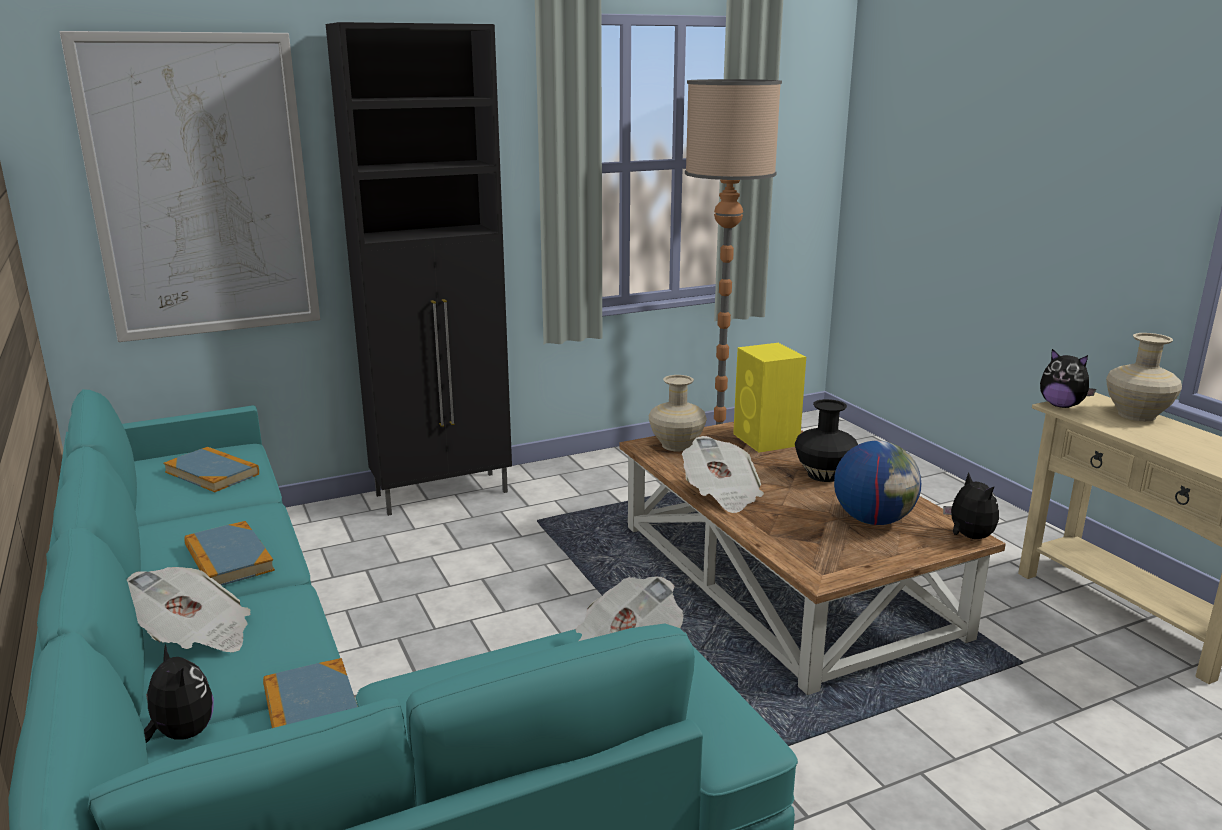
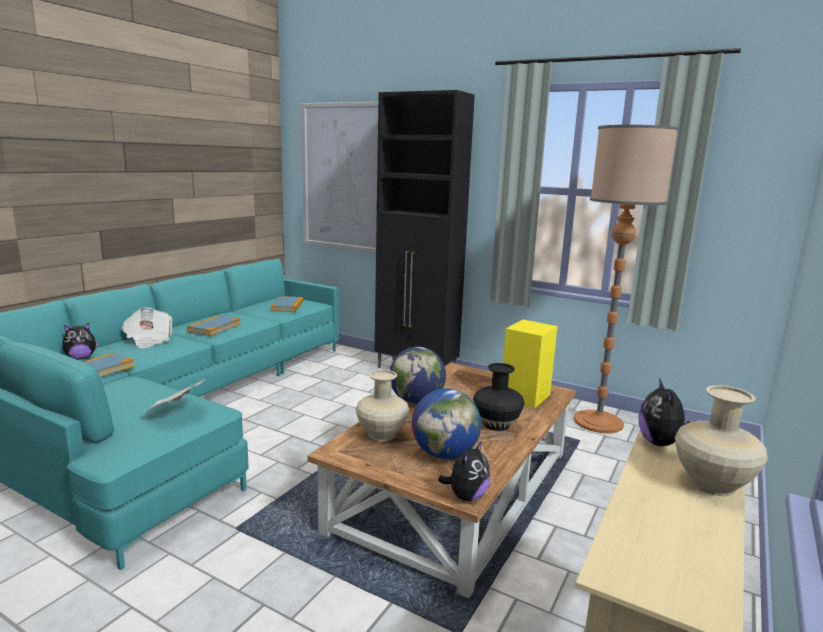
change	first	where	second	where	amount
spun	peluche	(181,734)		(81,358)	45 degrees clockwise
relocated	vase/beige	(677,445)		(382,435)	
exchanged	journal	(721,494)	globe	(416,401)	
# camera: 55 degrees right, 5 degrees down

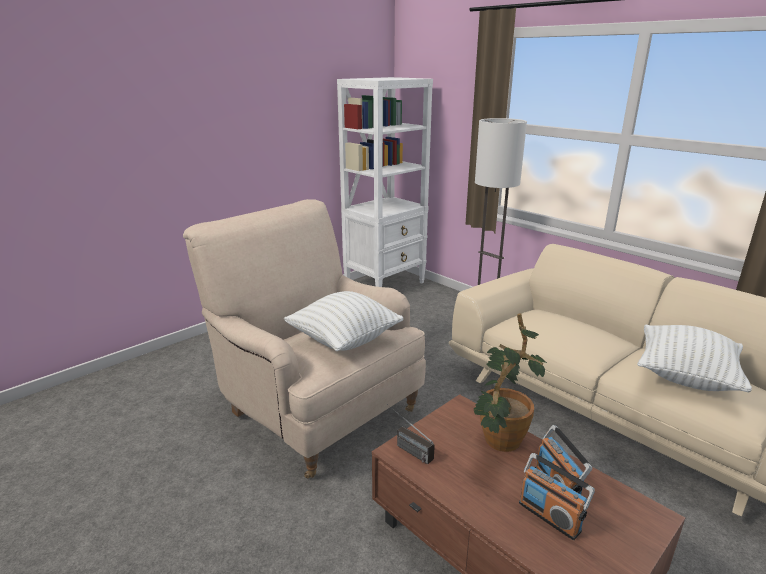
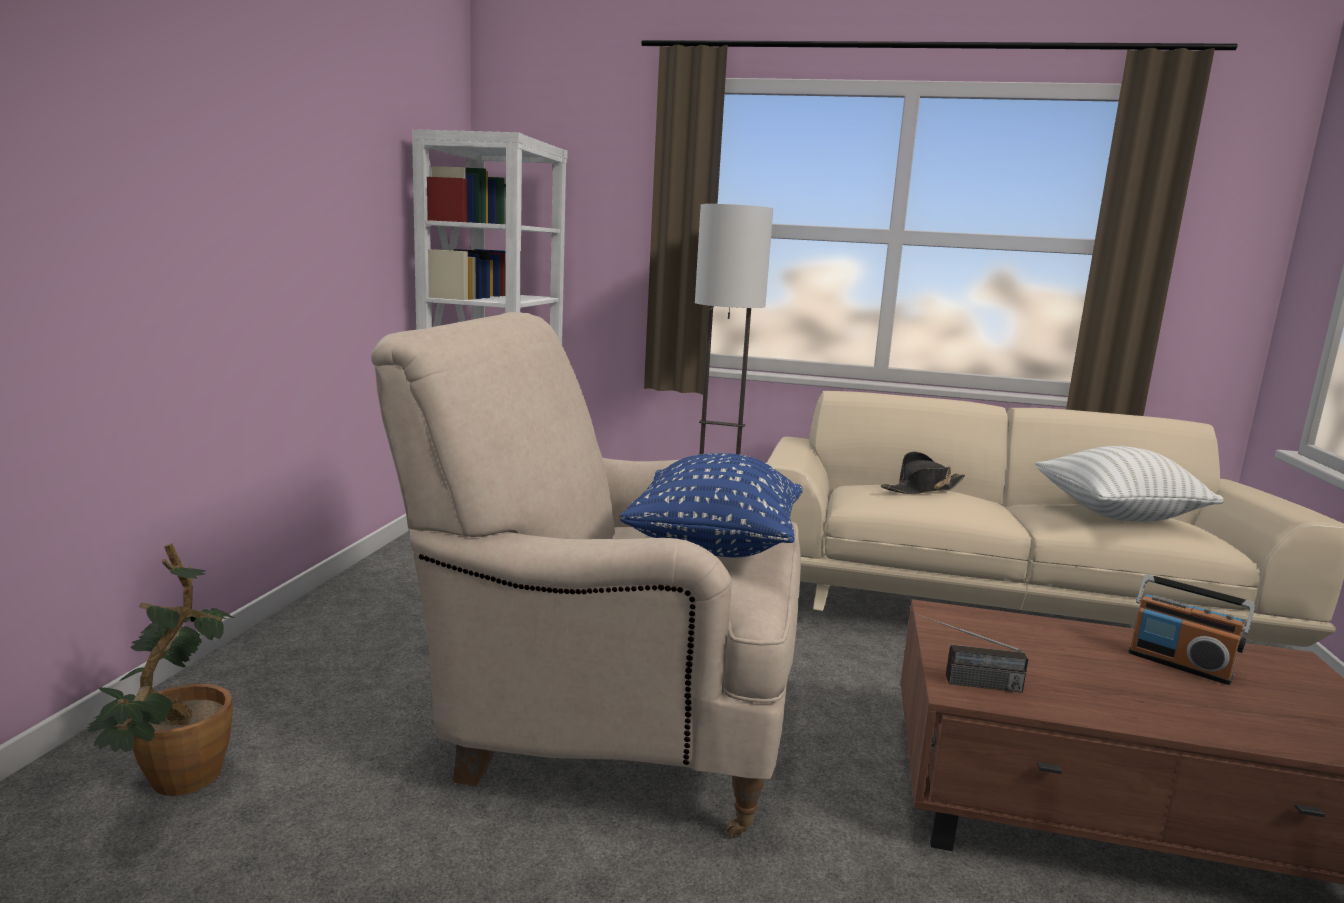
change	first	where	second	where	amount
relocated	plante en pot	(497,444)		(175,787)	
colour	coussin/blanc	(344,340)	coussin/bleu	(714,547)	
appeared			chapeau/noir	(922,489)	
missing	radio	(549,516)			
# camera: 35 degrees left, 10 degrees down

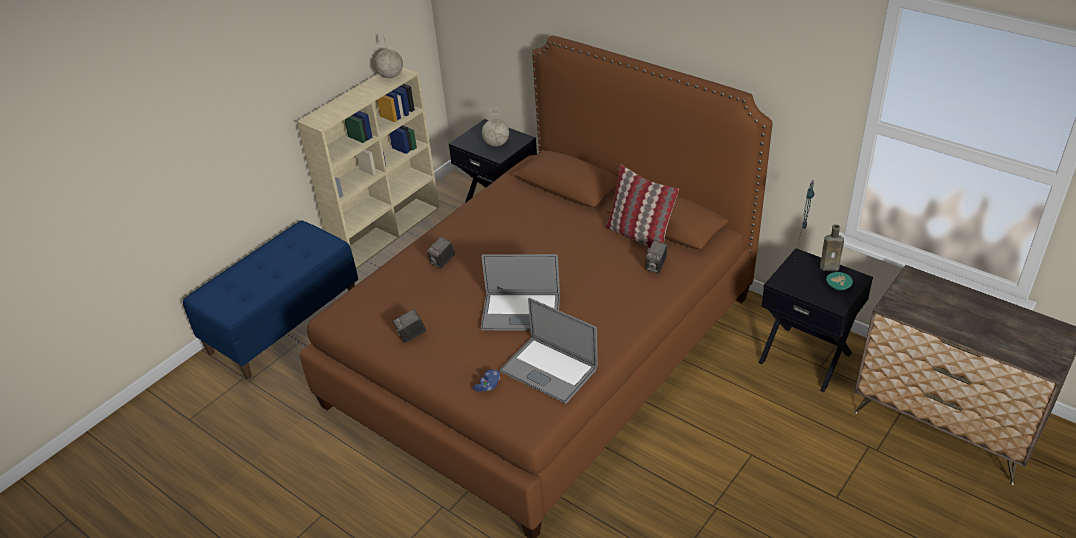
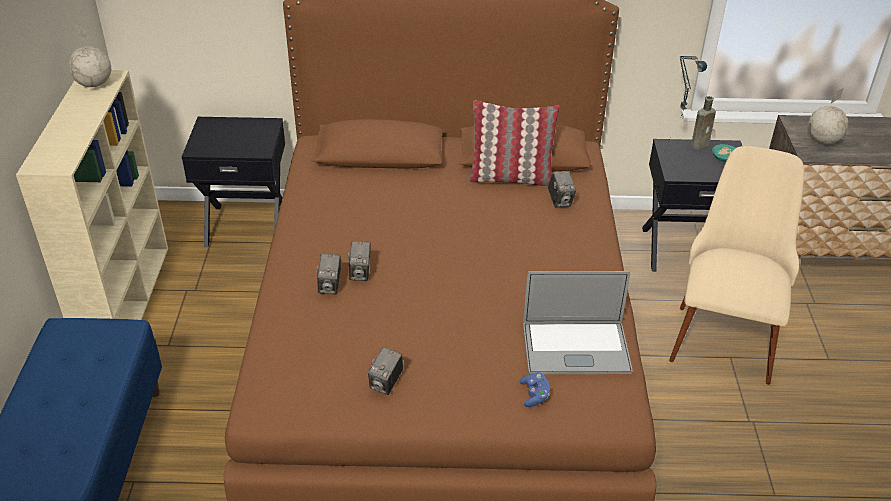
change	first	where	second	where	amount
appeared			appareil photo	(360,273)	
appeared			chaise/beige	(725,330)	
relocated	globe	(496,144)		(822,140)	
missing	ordinateur portable	(521,312)			
# camera: 40 degrees left, 0 degrees up

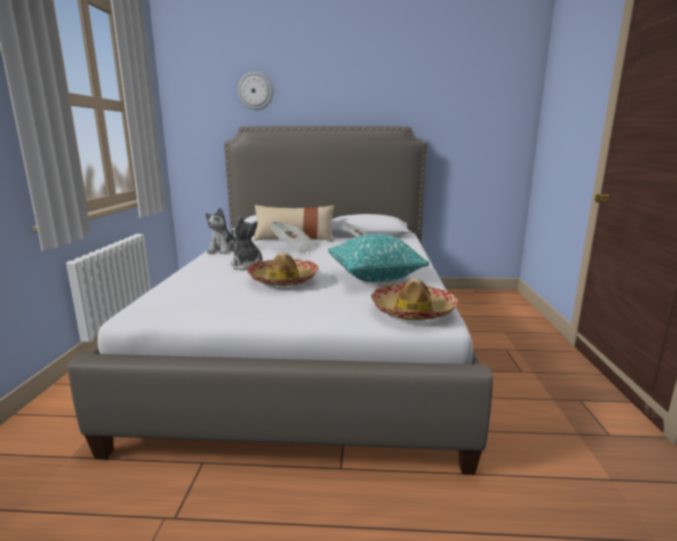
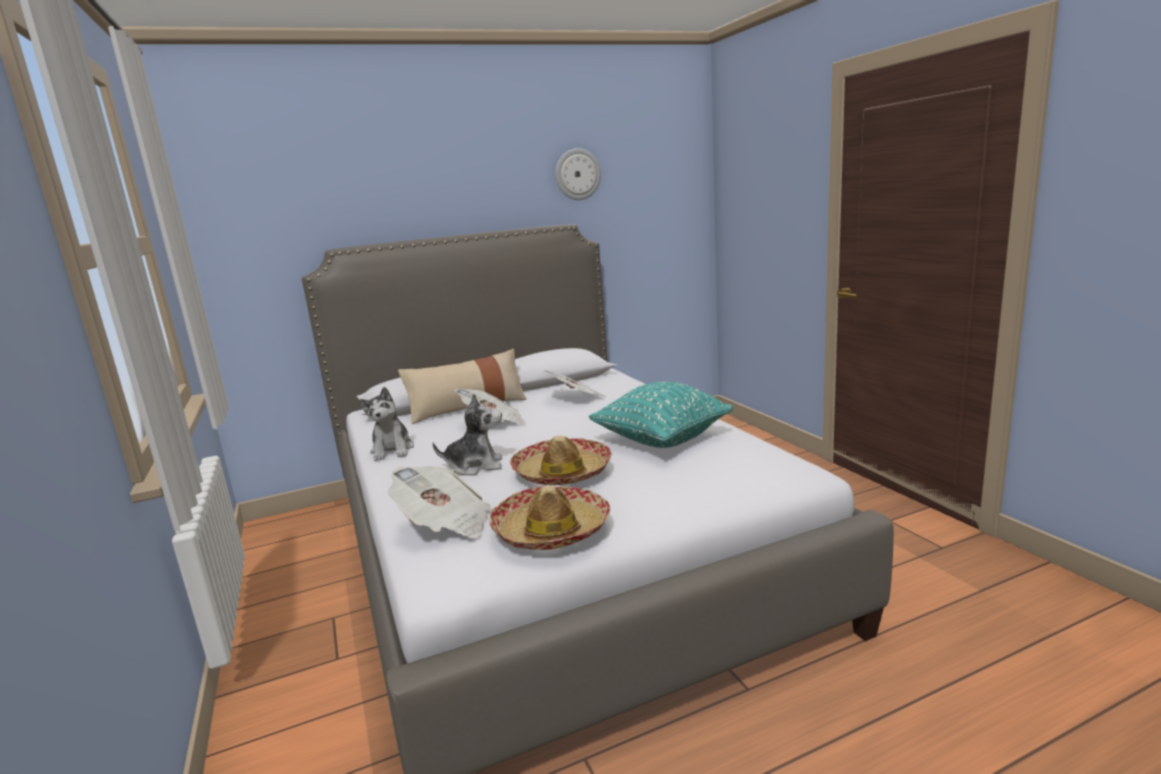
change	first	where	second	where	amount
appeared			journal	(445,524)	
spun	peluche	(247,266)		(475,466)	150 degrees clockwise
relocated	chapeau	(413,311)		(551,530)	
relocated	horloge murale	(255,91)		(577,174)	
# camera: 25 degrees left, 0 degrees up

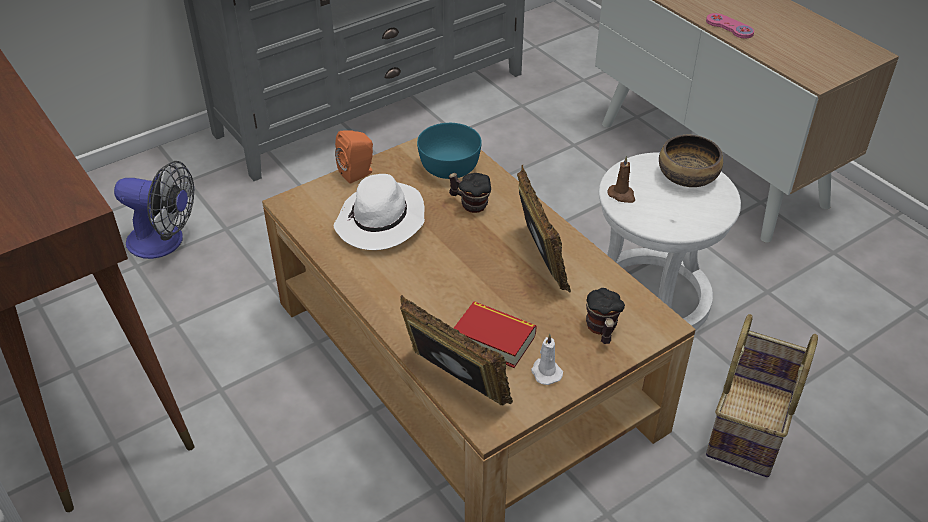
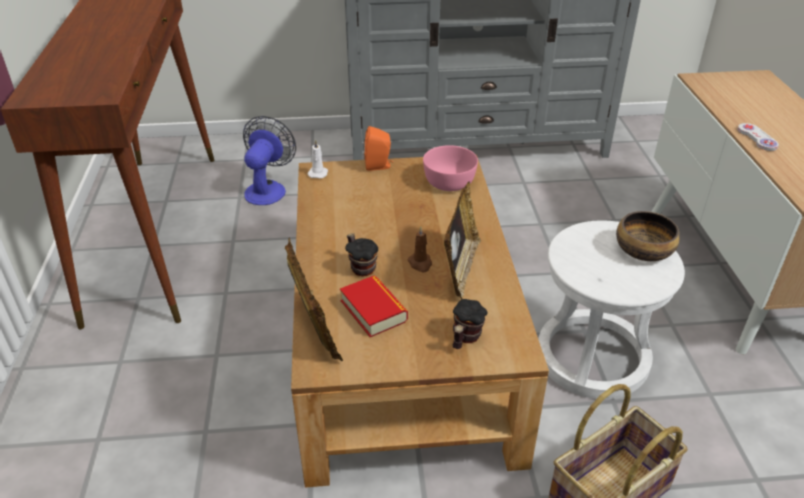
change	first	where	second	where	amount
spun	ventilateur	(165,242)		(268,189)	120 degrees counterclockwise
relocated	bougie/blanc	(545,372)		(318,173)	
relocated	mug	(470,204)		(361,267)	
relocated	bougie/marron	(622,195)		(420,263)	
colour	bol/turquoise	(448,167)	bol/rose	(448,182)	
colour	manette/rose	(729,27)	manette/blanc	(757,138)	
missing	chapeau/blanc	(381,222)			
# camera: 30 degrees right, 5 degrees down

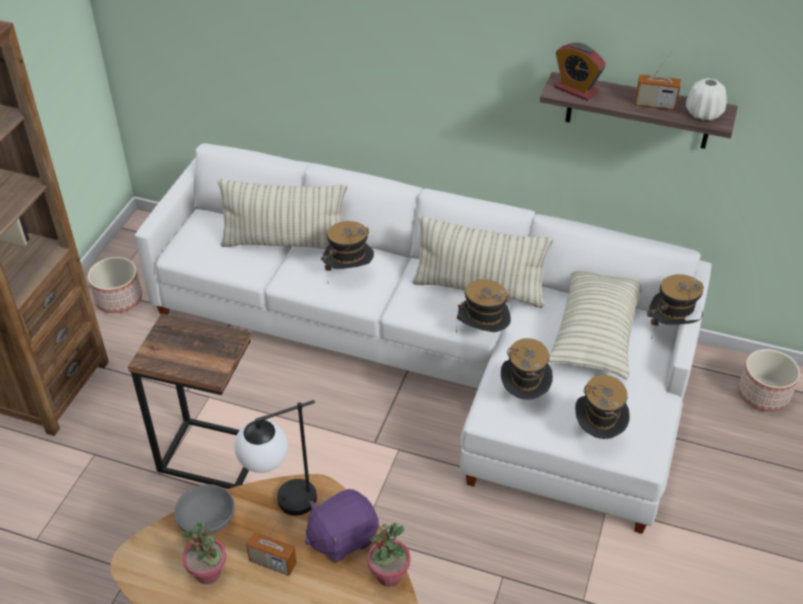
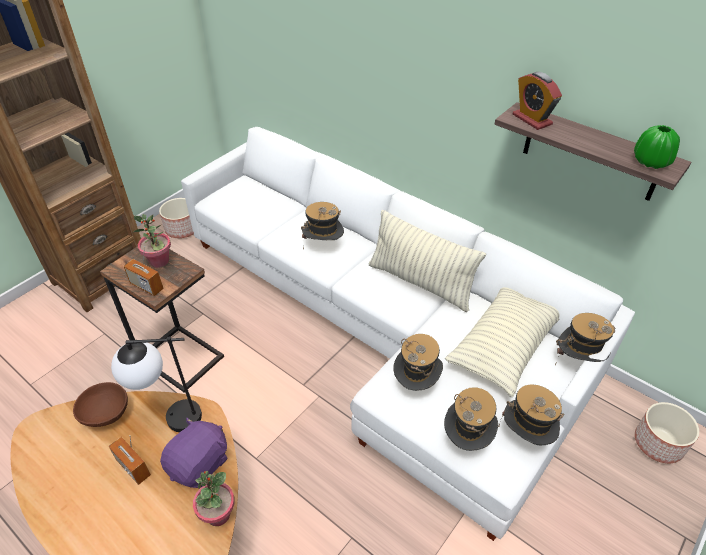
change	first	where	second	where	amount
colour	bol/gris	(208,522)	bol/marron	(107,414)	
relocated	radio	(654,104)		(146,286)	
relocated	plante en pot	(208,573)		(159,261)	
spun	peluche/violet	(342,537)		(200,464)	135 degrees clockwise
relocated	chapeau	(482,334)		(525,436)	
colour	vase/blanc	(703,114)	vase/vert	(651,162)	
missing	coussin	(285,243)			
# camera: 20 degrees right, 0 degrees up

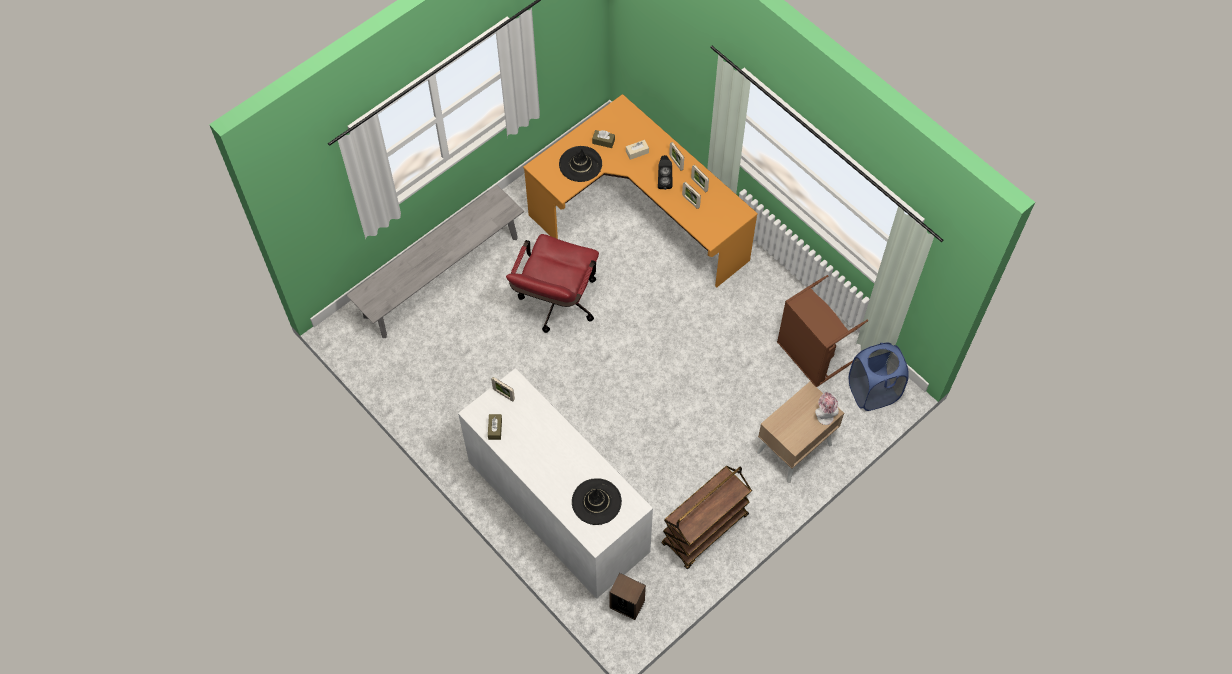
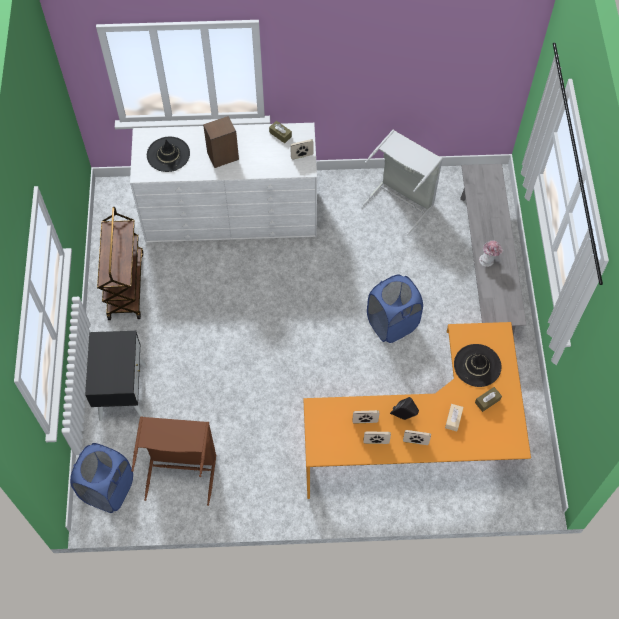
change	first	where	second	where	amount
colour	table de chevet/beige	(794,449)	table de chevet/noir	(122,391)	
relocated	enceinte	(627,604)		(223,156)	
appeared			panier à linge/gris	(401,200)	
exchanged	chaise de bureau/rouge	(556,305)	panier à linge/bleu	(392,323)	
relocated	chapeau	(824,415)		(488,261)	
# camera: 130 degrees right, 0 degrees up

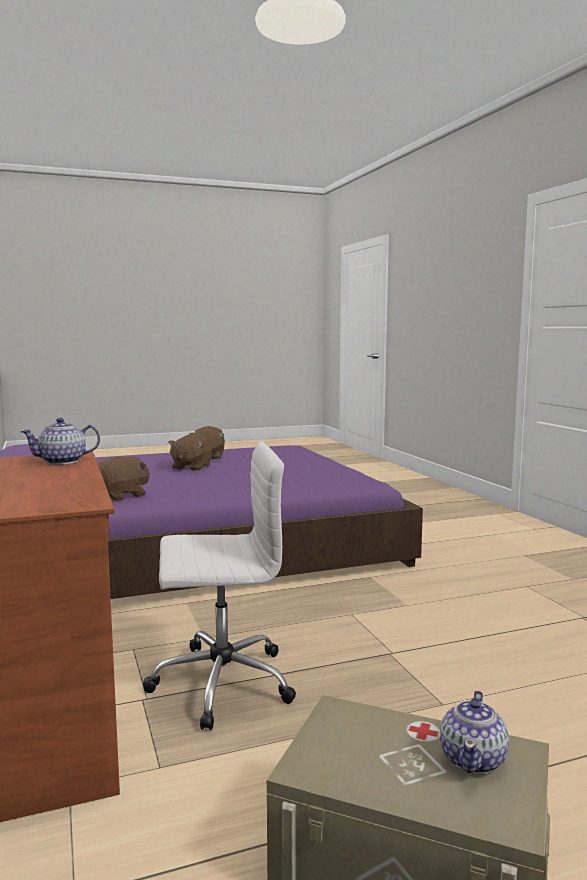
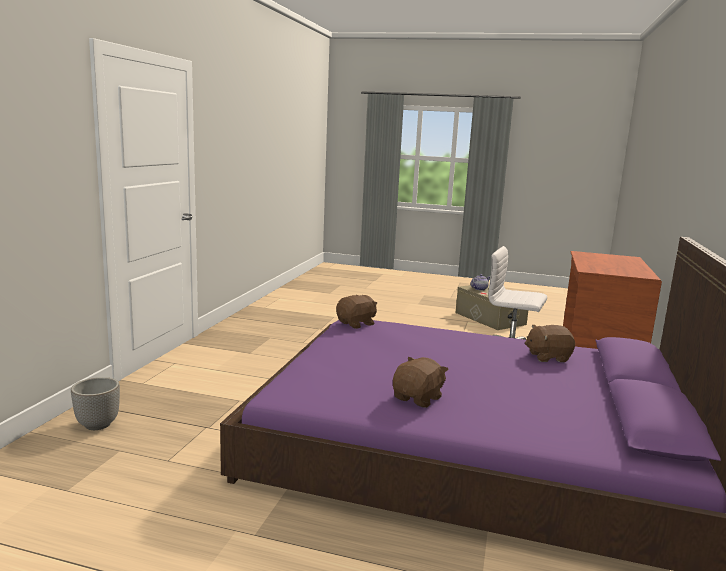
change	first	where	second	where	amount
appeared			cache-pot	(98,425)	
relocated	peluche/marron	(191,467)		(356,324)	
missing	théière	(63,461)			
# camera: 145 degrees left, 5 degrees up

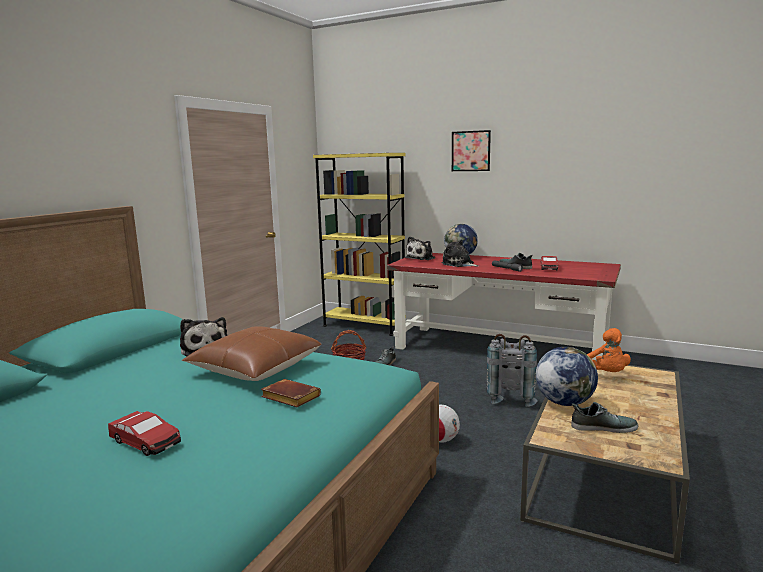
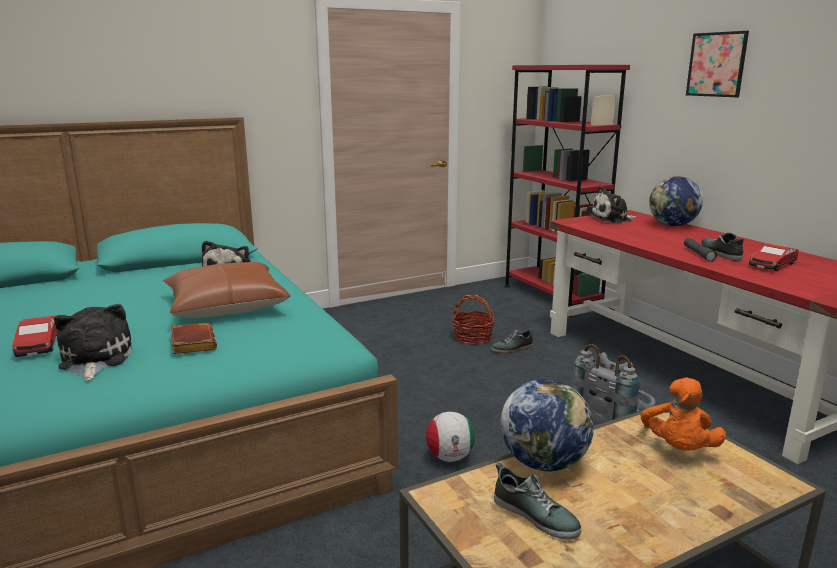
change	first	where	second	where	amount
relocated	peluche	(459,264)		(94,360)	
colour	bibliothèque/jaune	(364,326)	bibliothèque/rouge	(551,297)	
# camera: 35 degrees right, 5 degrees up

